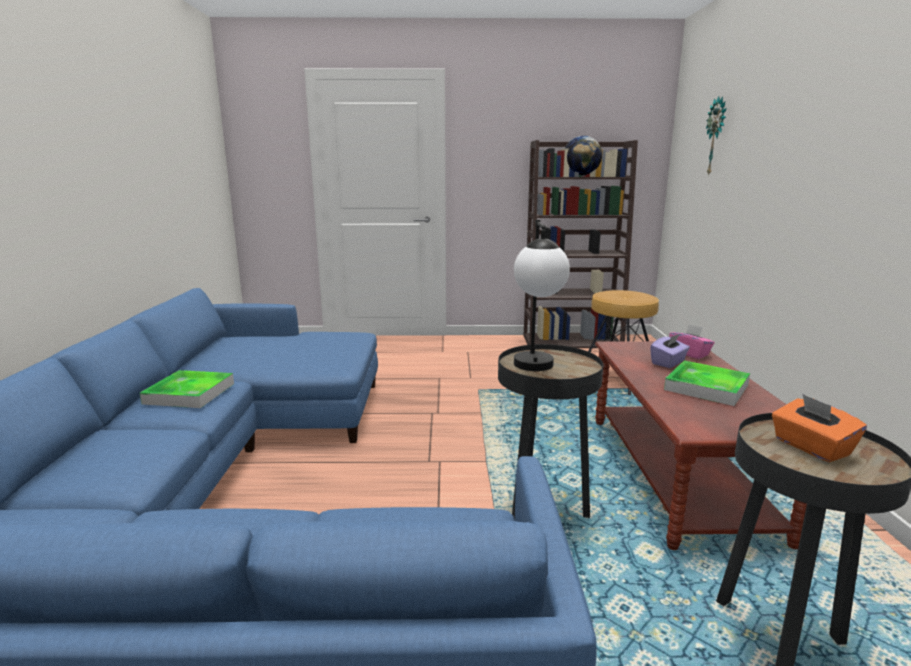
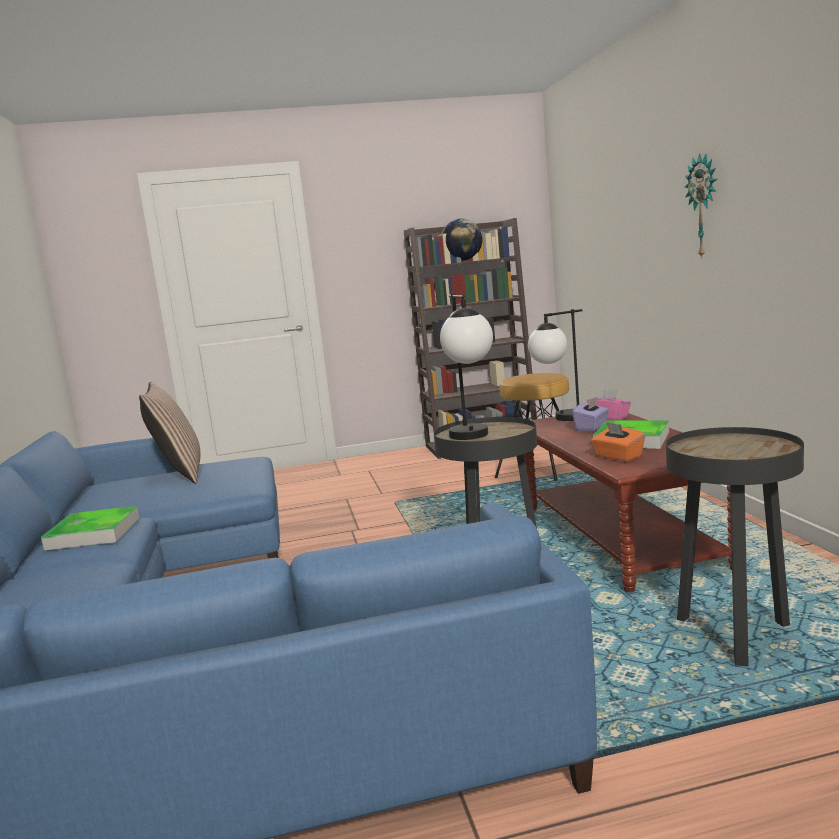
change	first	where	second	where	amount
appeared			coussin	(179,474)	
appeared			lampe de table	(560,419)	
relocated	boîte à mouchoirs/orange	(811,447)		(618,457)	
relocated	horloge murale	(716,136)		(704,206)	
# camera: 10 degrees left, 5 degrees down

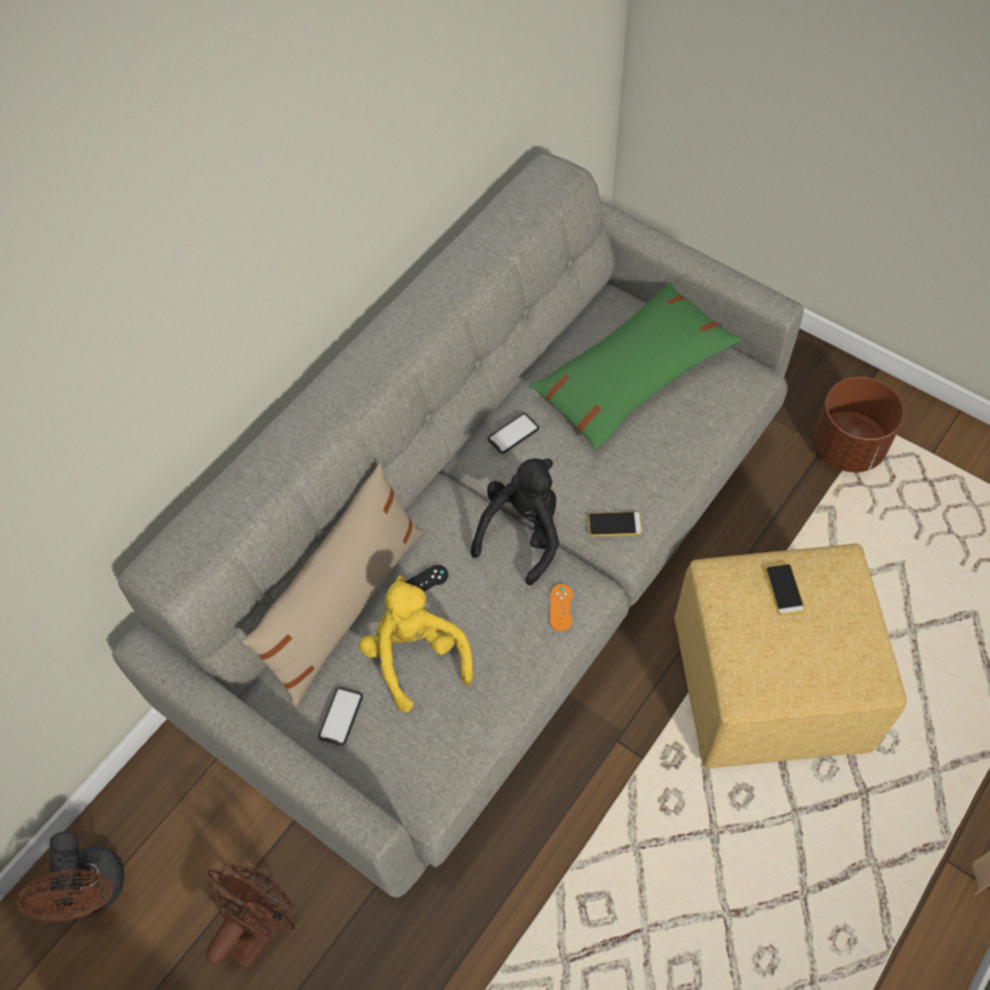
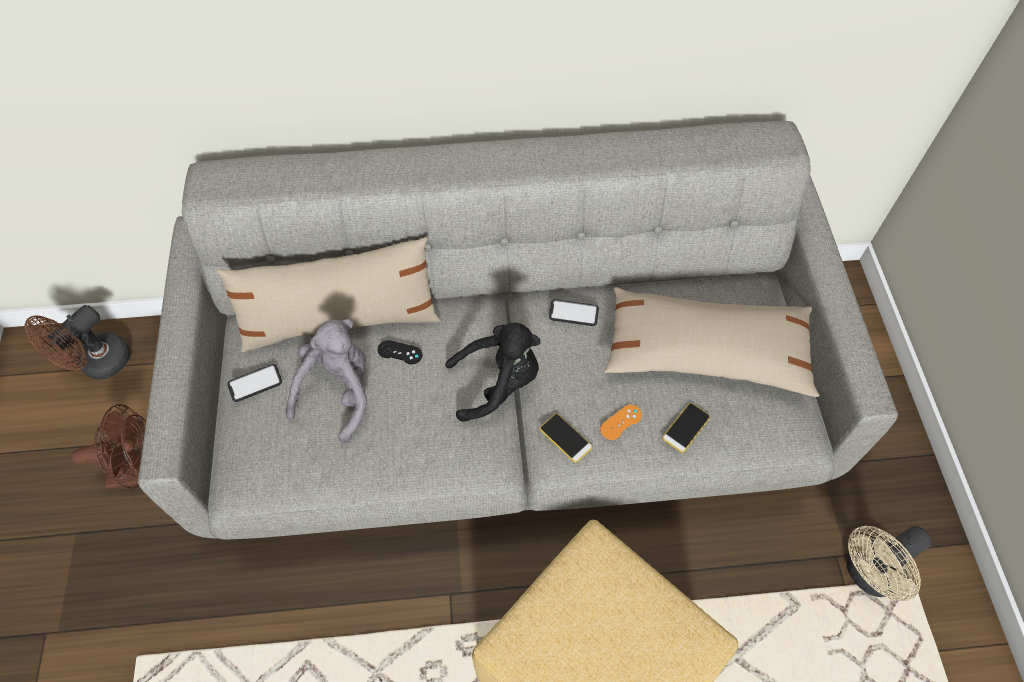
change	first	where	second	where	amount
colour	peluche/jaune	(416,656)	peluche/gris	(339,392)	
relocated	manette/orange	(561,607)		(621,422)	
colour	coussin/vert	(632,376)	coussin/beige	(706,351)	
relocated	téléphone	(784,589)		(686,427)	
exchanged	cache-pot/marron	(847,447)	ventilateur/beige	(867,574)	
# camera: 45 degrees right, 0 degrees up

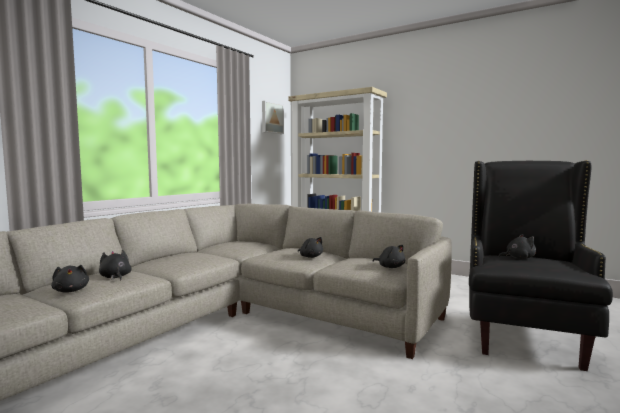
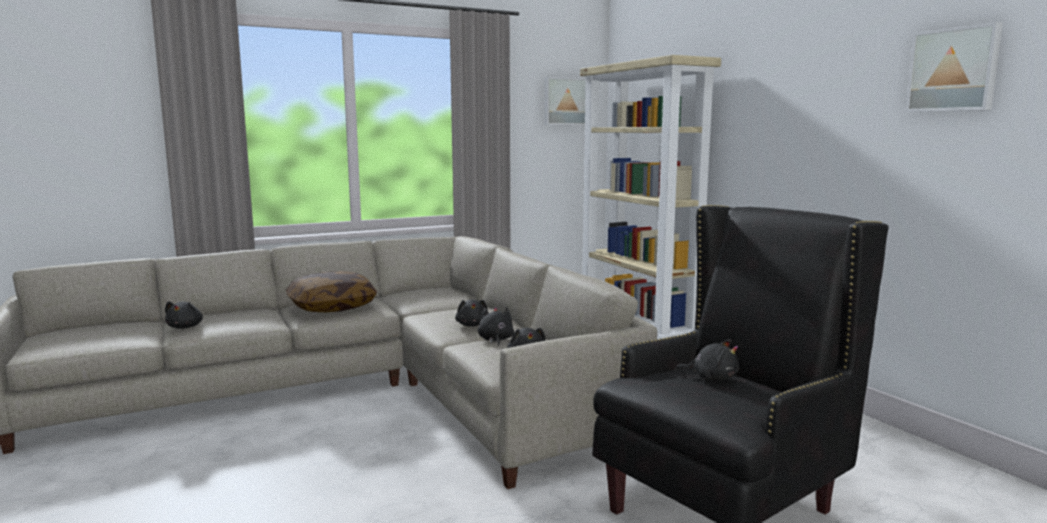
change	first	where	second	where	amount
appeared			coussin	(332,307)	
relocated	peluche/noir	(115,277)		(495,340)	
appeared			tableau	(954,70)	
# camera: 30 degrees right, 5 degrees up

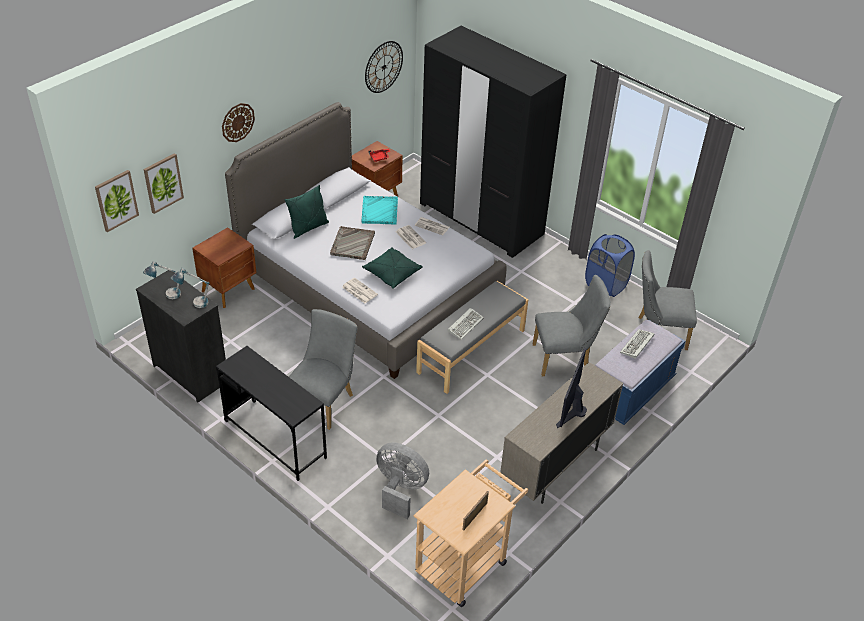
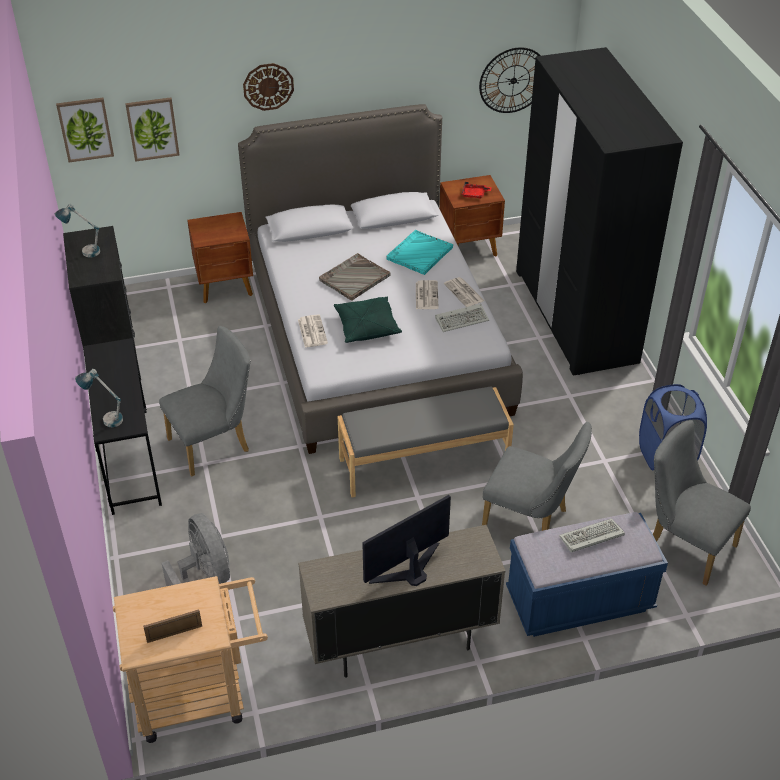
change	first	where	second	where	amount
relocated	lampe de table	(194,303)		(105,418)	
relocated	clavier	(465,324)		(462,319)	
missing	coussin/vert	(308,228)			
# camera: 35 degrees right, 0 degrees up

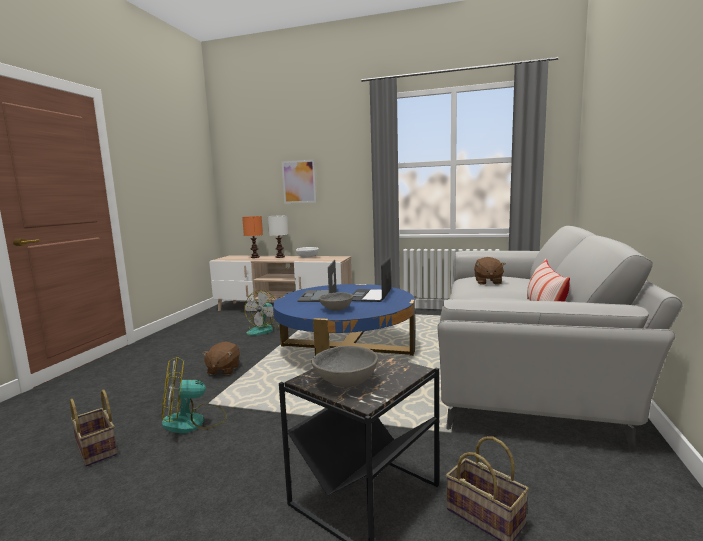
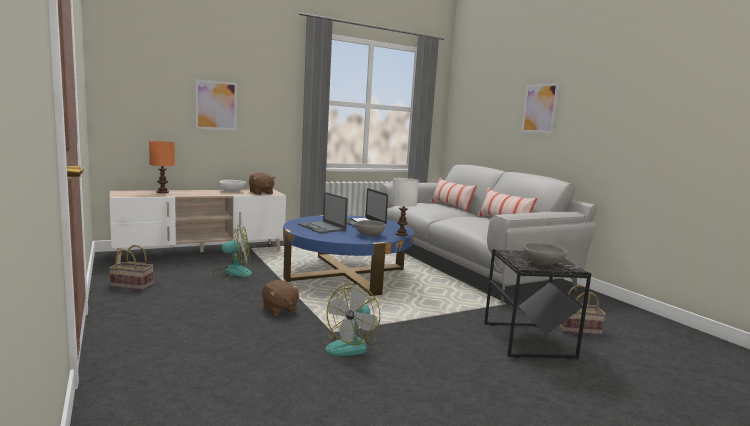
change	first	where	second	where	amount
relocated	panier	(98,449)		(133,285)	
spun	ventilateur	(263,330)		(231,272)	75 degrees counterclockwise
relocated	peluche/marron	(487,282)		(261,193)	
relocated	lampe de table/blanc	(279,257)		(401,234)	
appeared			coussin	(451,207)	
appeared			tableau	(539,108)	
# camera: 45 degrees left, 0 degrees up

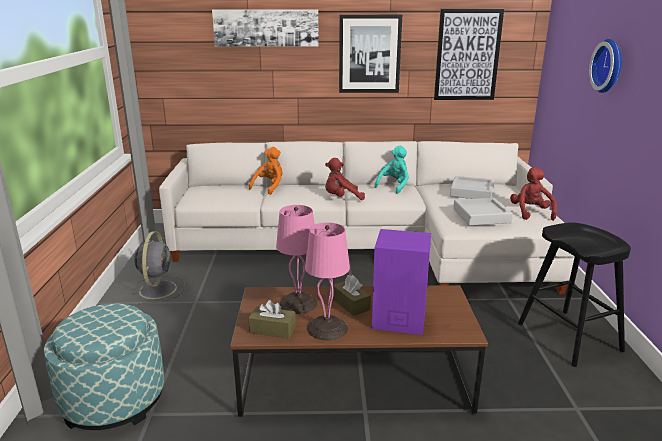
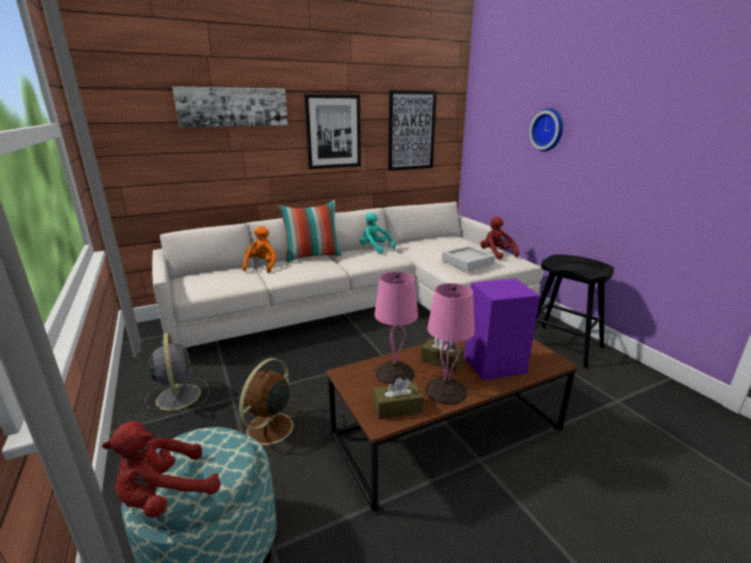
change	first	where	second	where	amount
relocated	peluche/rouge	(341,198)		(166,496)	
appeared			ventilateur/marron	(268,430)	
appeared			coussin	(313,256)	
spun	peluche/turquoise	(394,186)		(375,249)	60 degrees counterclockwise
missing	plateau/gris	(471,192)			
# camera: 25 degrees left, 0 degrees up

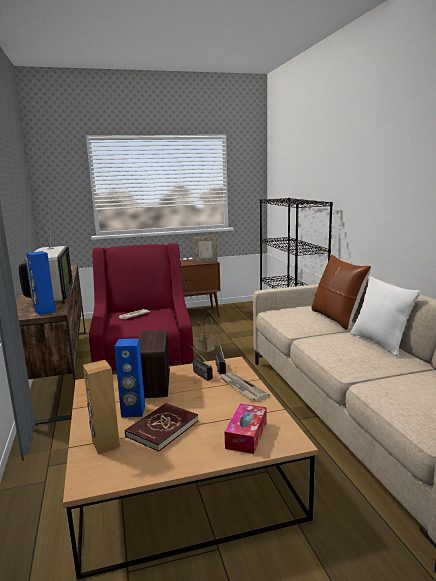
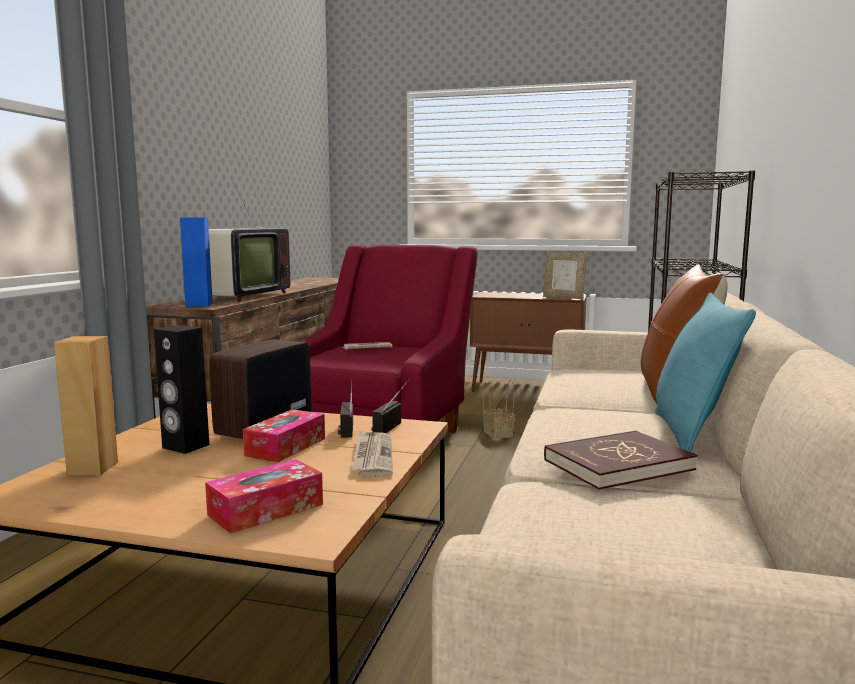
change	first	where	second	where	amount
colour	enceinte/bleu	(133,412)	enceinte/noir	(185,446)	
appeared			boîte à mouchoirs	(286,447)	
relocated	livre/rouge	(162,428)		(618,465)	
colour	coussin/blanc	(379,343)	coussin/turquoise	(691,435)	
# camera: 30 degrees right, 5 degrees down

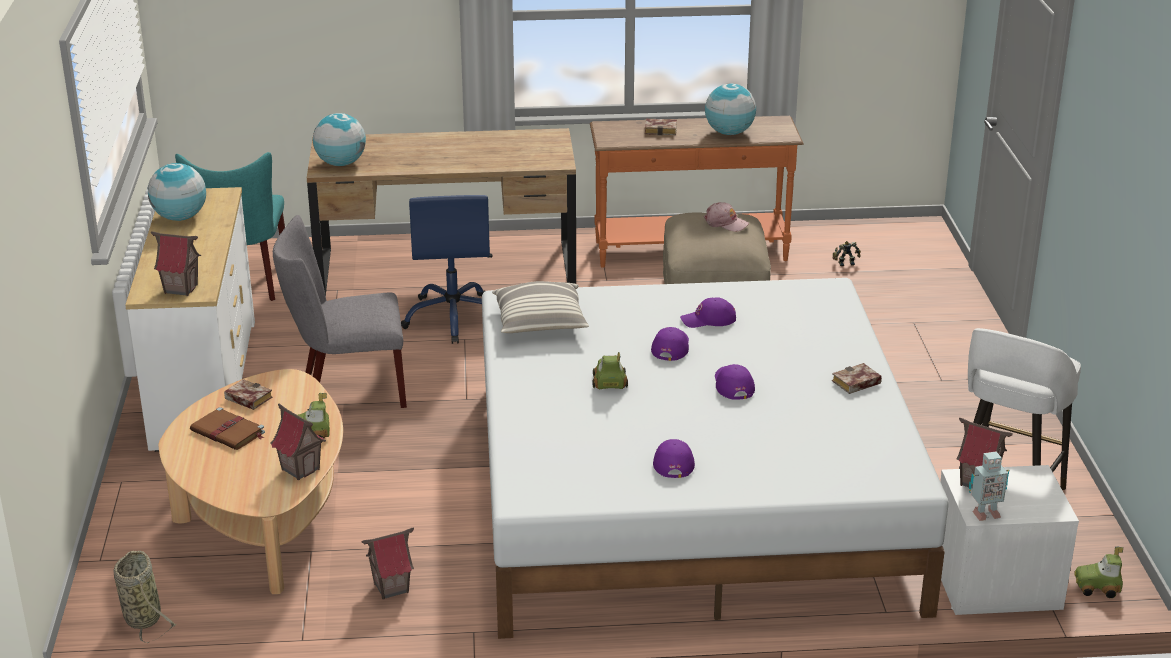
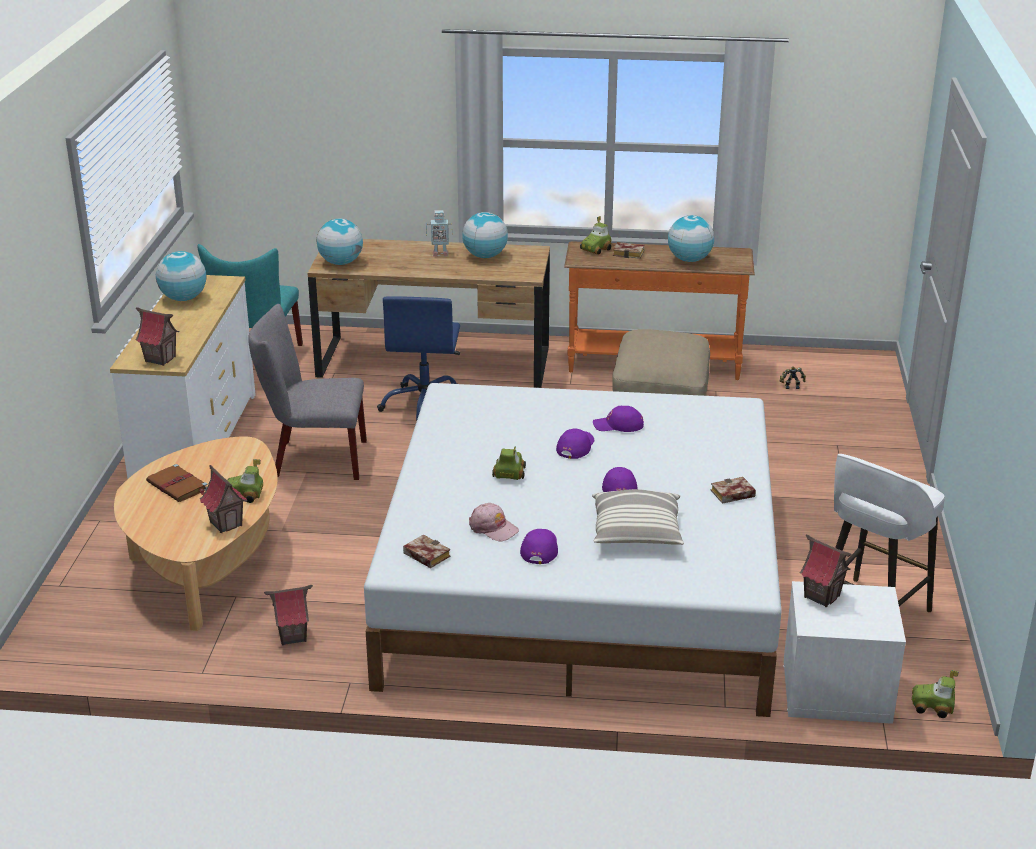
change	first	where	second	where	amount
relocated	livre	(246,399)		(424,555)	
relocated	robot jouet	(984,514)		(439,254)	
appeared			globe	(485,256)	
relocated	casquette/rose	(725,223)		(493,528)	
appeared			petite voiture	(596,249)	
relocated	coussin	(540,323)		(637,533)	
missing	panier	(142,616)			
# camera: 10 degrees right, 0 degrees up

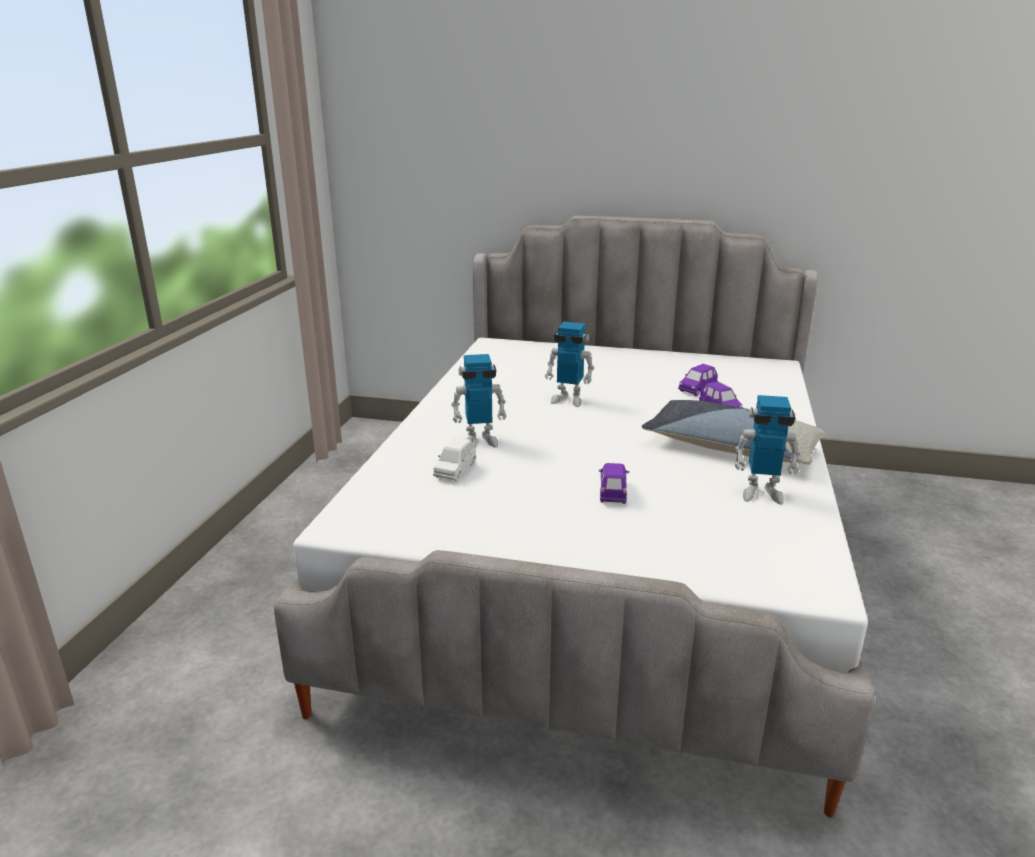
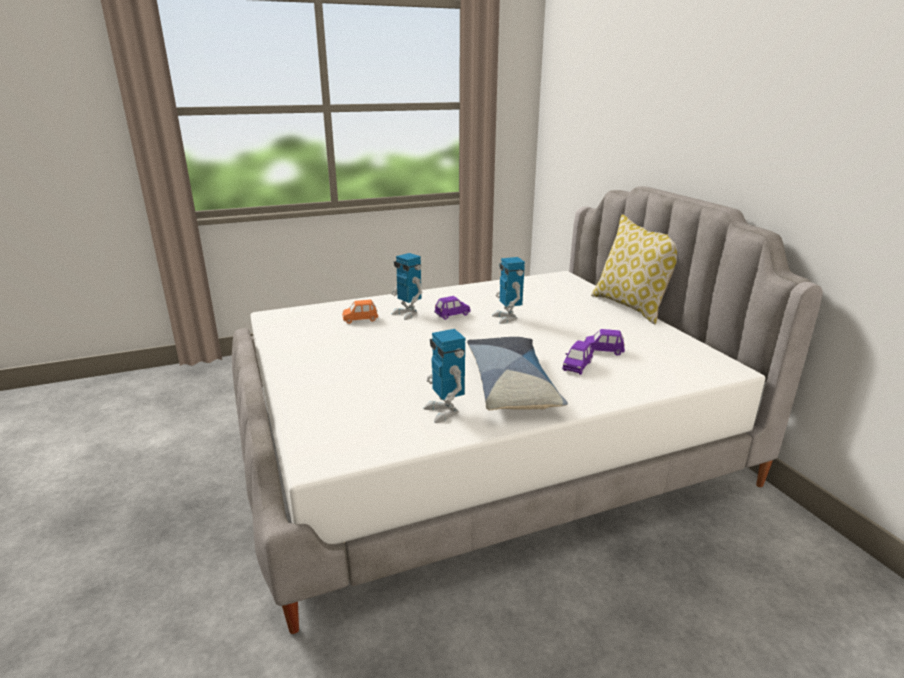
change	first	where	second	where	amount
colour	petite voiture/blanc	(455,471)	petite voiture/orange	(360,319)	
relocated	petite voiture/violet	(612,493)		(452,315)	
appeared			coussin	(632,307)	
# camera: 55 degrees right, 0 degrees up

